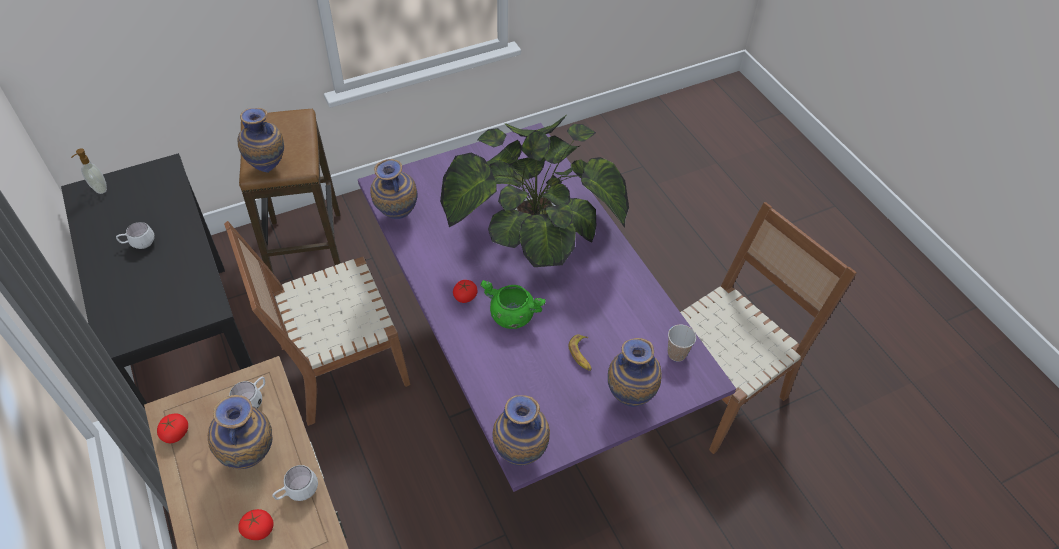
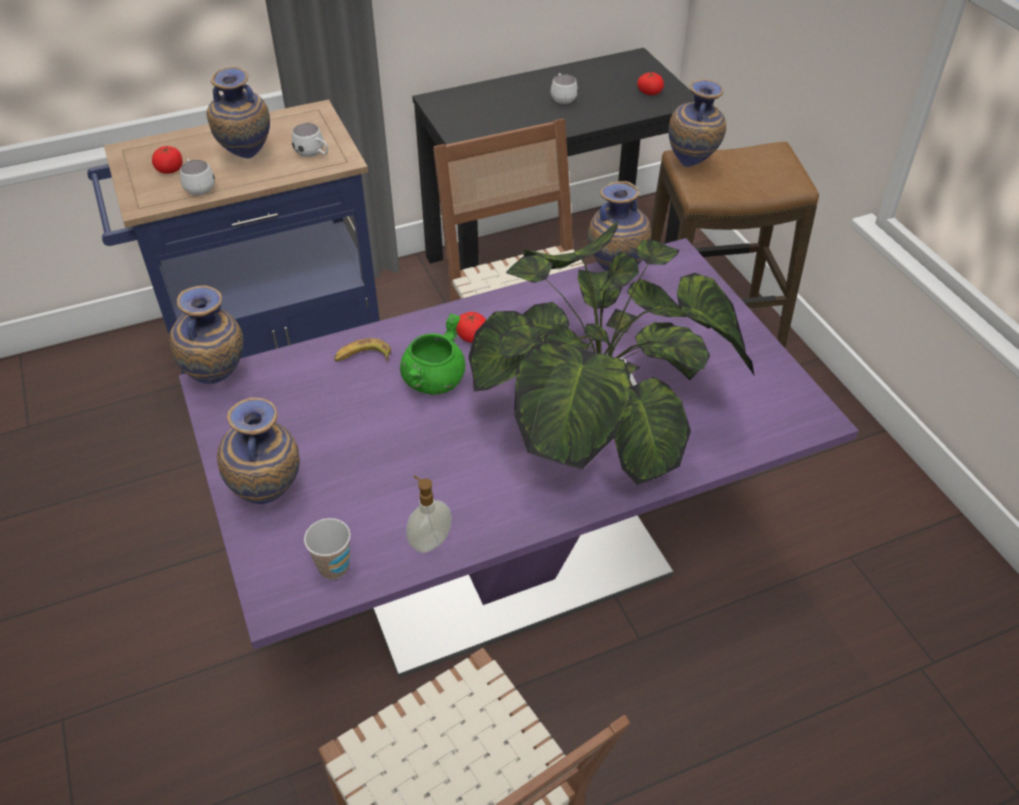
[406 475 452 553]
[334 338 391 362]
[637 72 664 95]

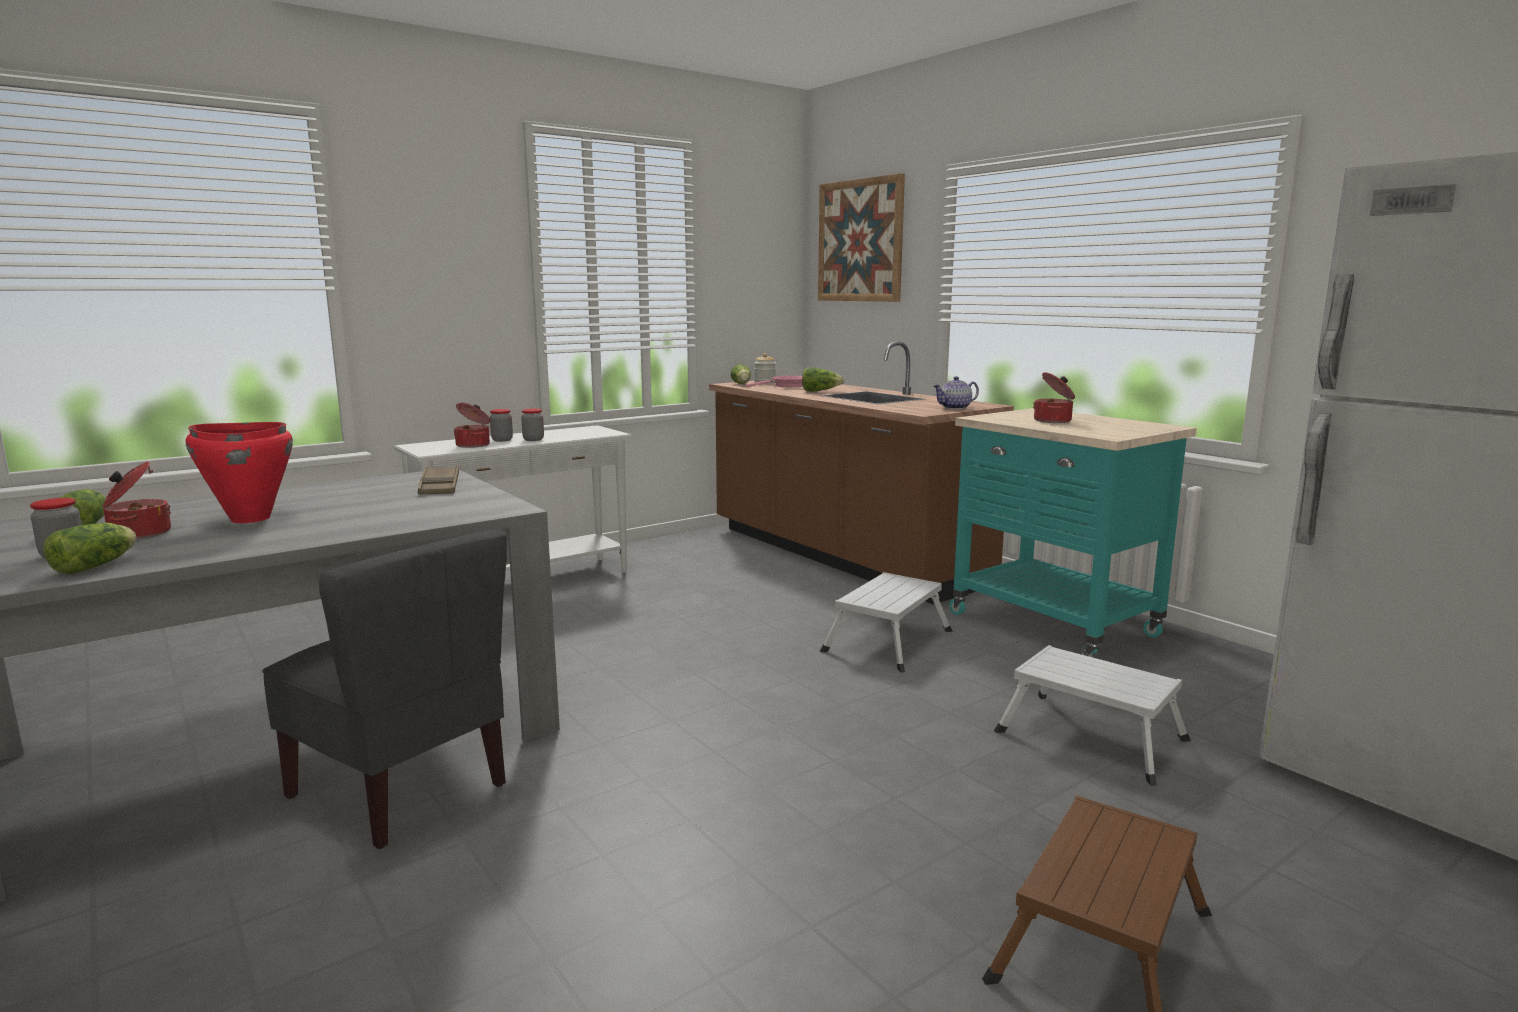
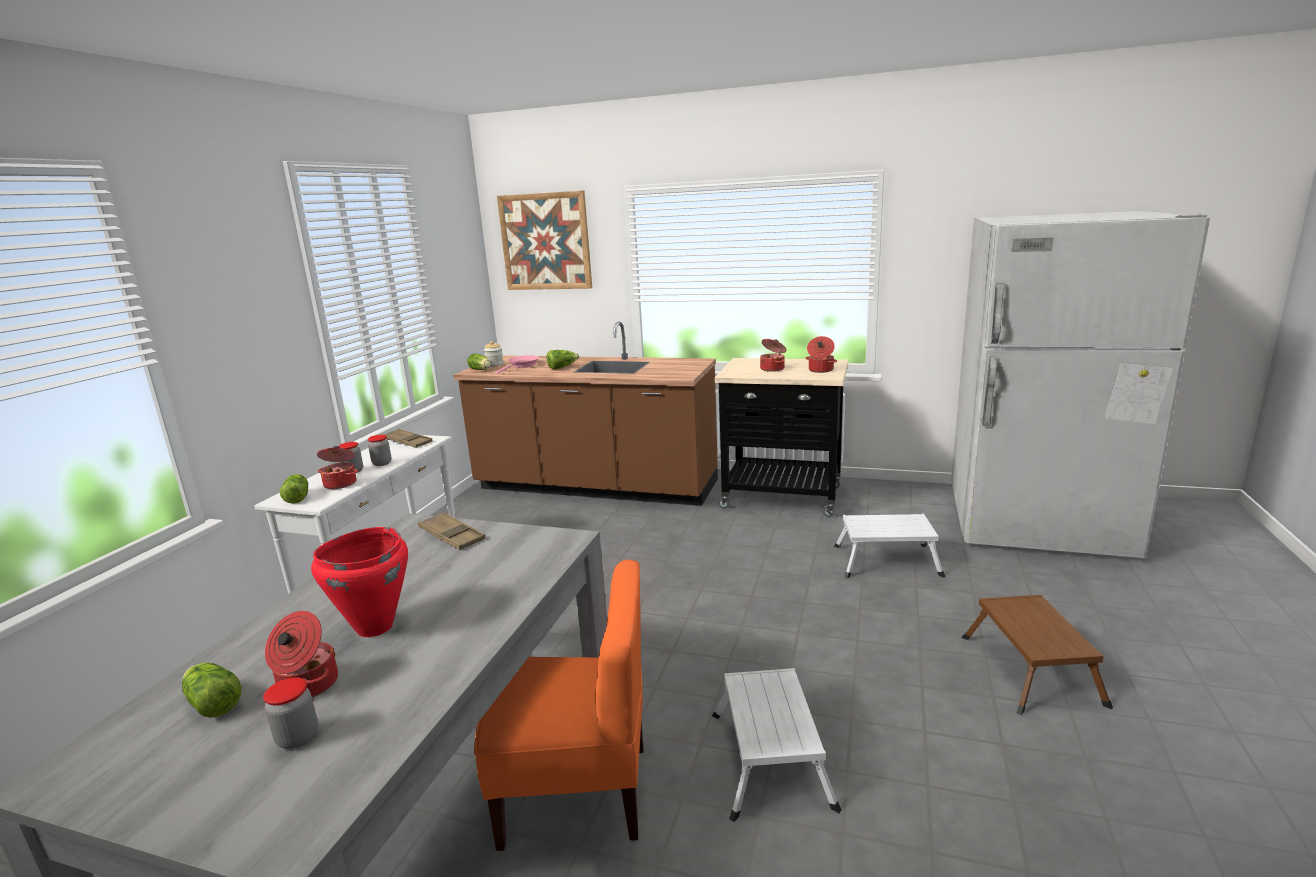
[933 376 979 409] (first image)
[715 358 848 517]
[280 474 308 504]
[474 560 643 851]
[712 668 841 822]
[806 336 837 373]
[382 429 432 448]

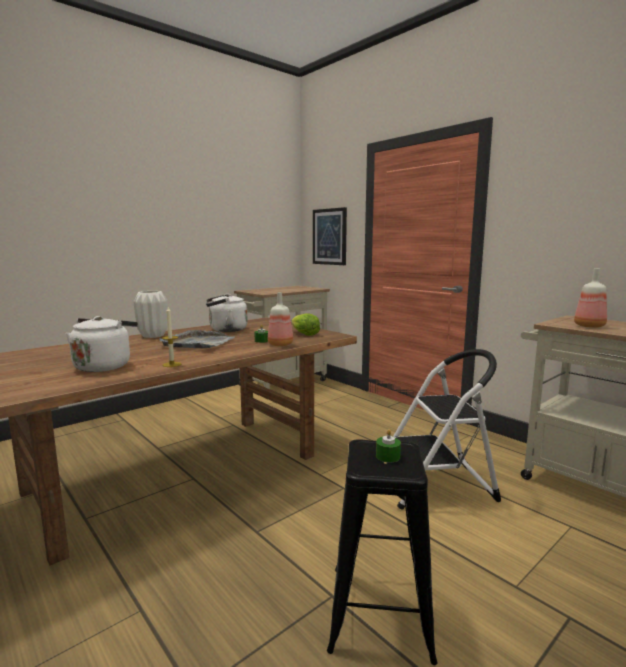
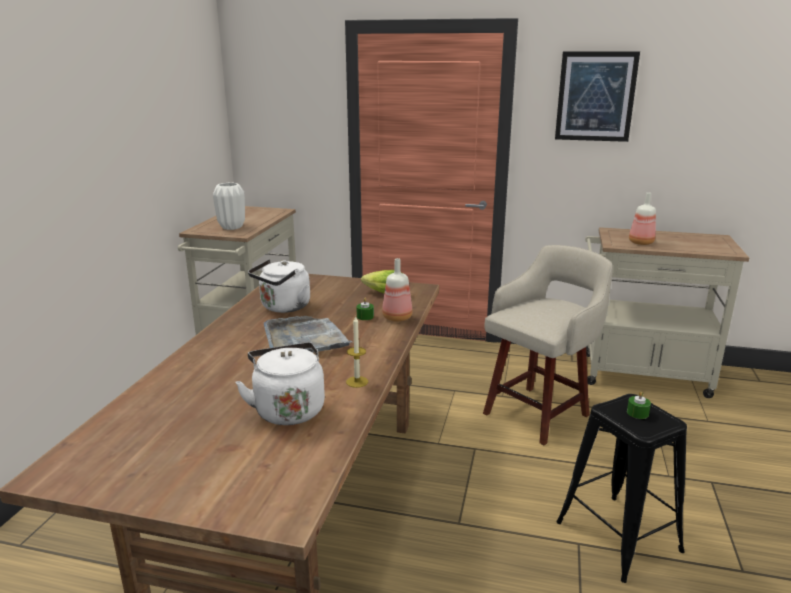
[555 51 640 142]
[213 183 245 230]
[483 245 613 445]

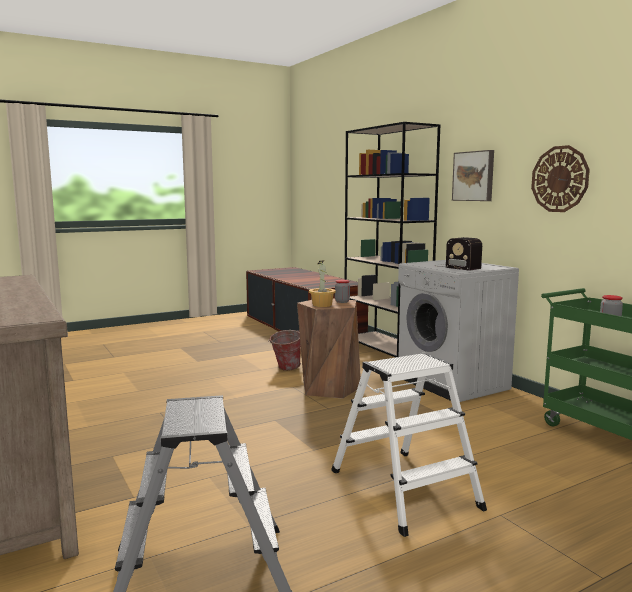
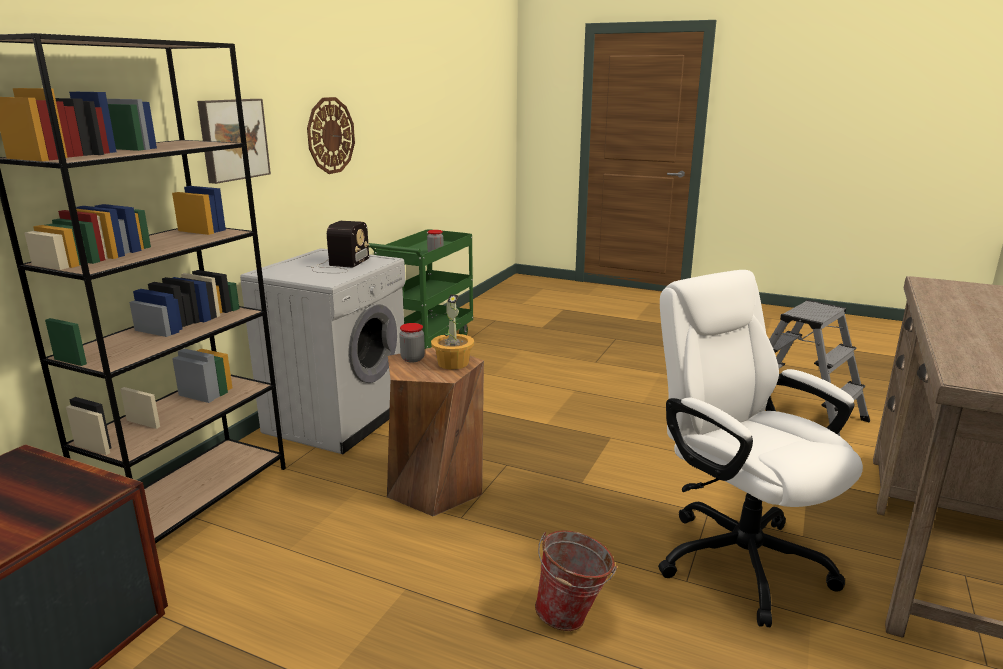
[535 530 617 631]
[331 353 487 537] (first image)
[658 270 863 627]

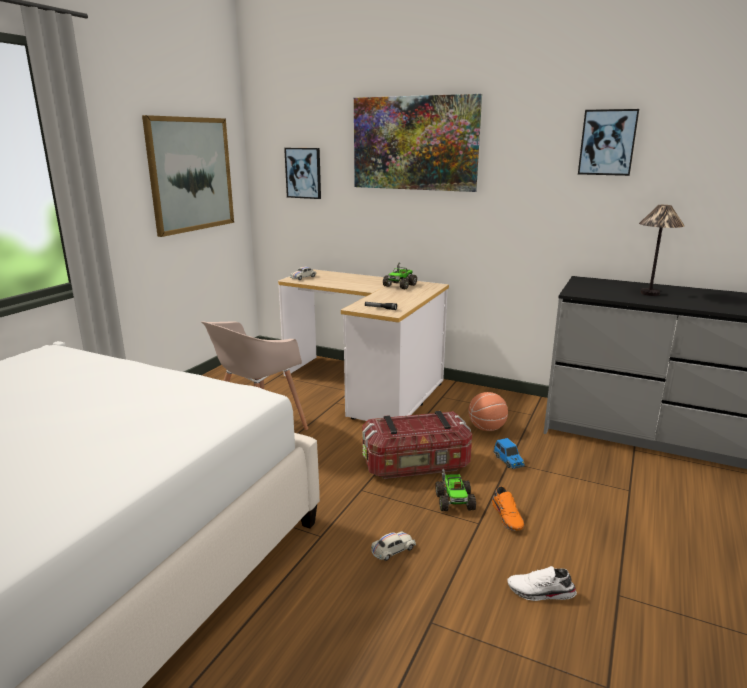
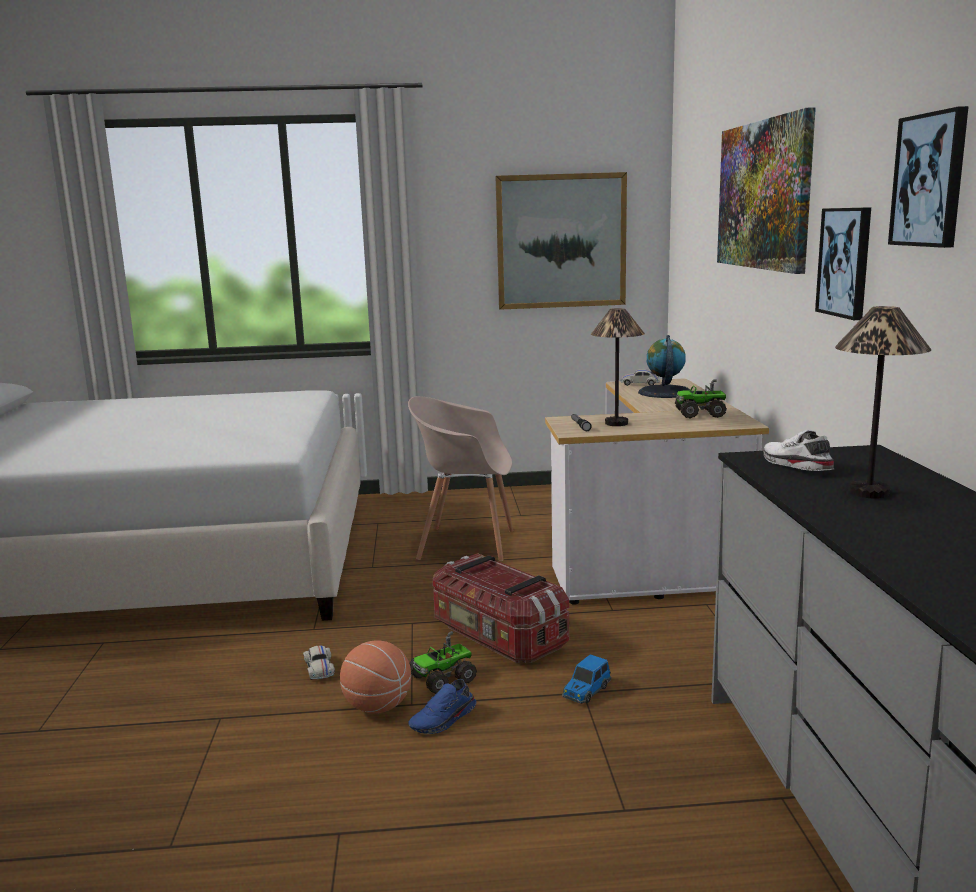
[815 207 871 320]
[340 641 411 713]
[408 679 476 734]
[303 646 335 680]
[764 430 834 471]
[591 308 645 426]
[638 335 692 398]

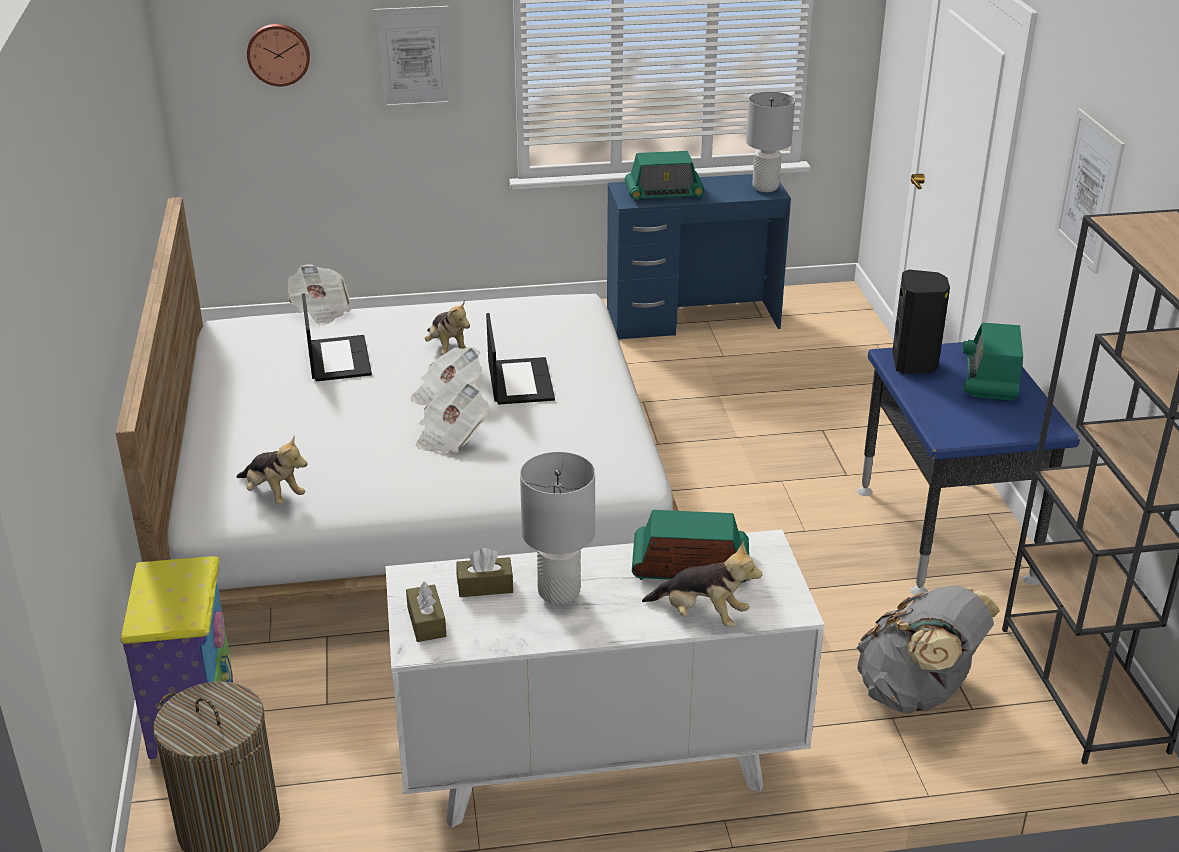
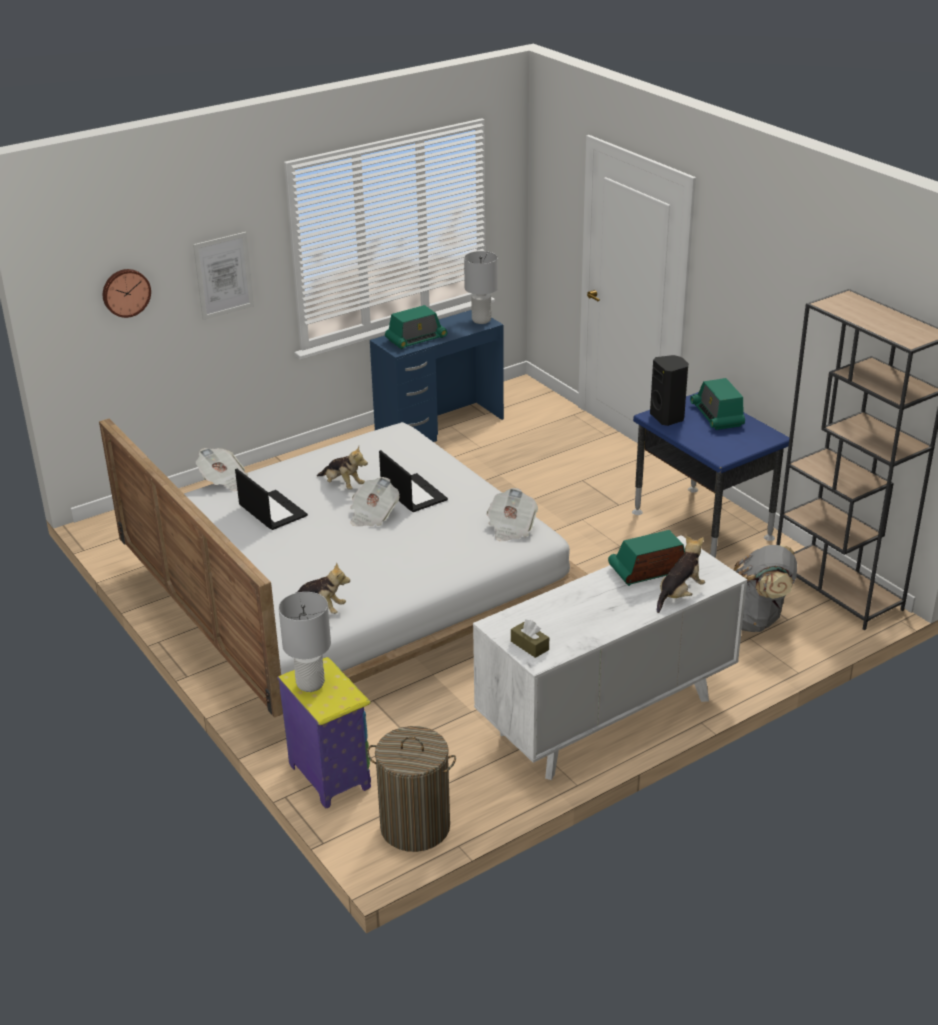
[1054 108 1125 274] (first image)
[487 488 538 541]
[278 592 331 692]
[657 535 705 613]
[456 548 513 597] (first image)

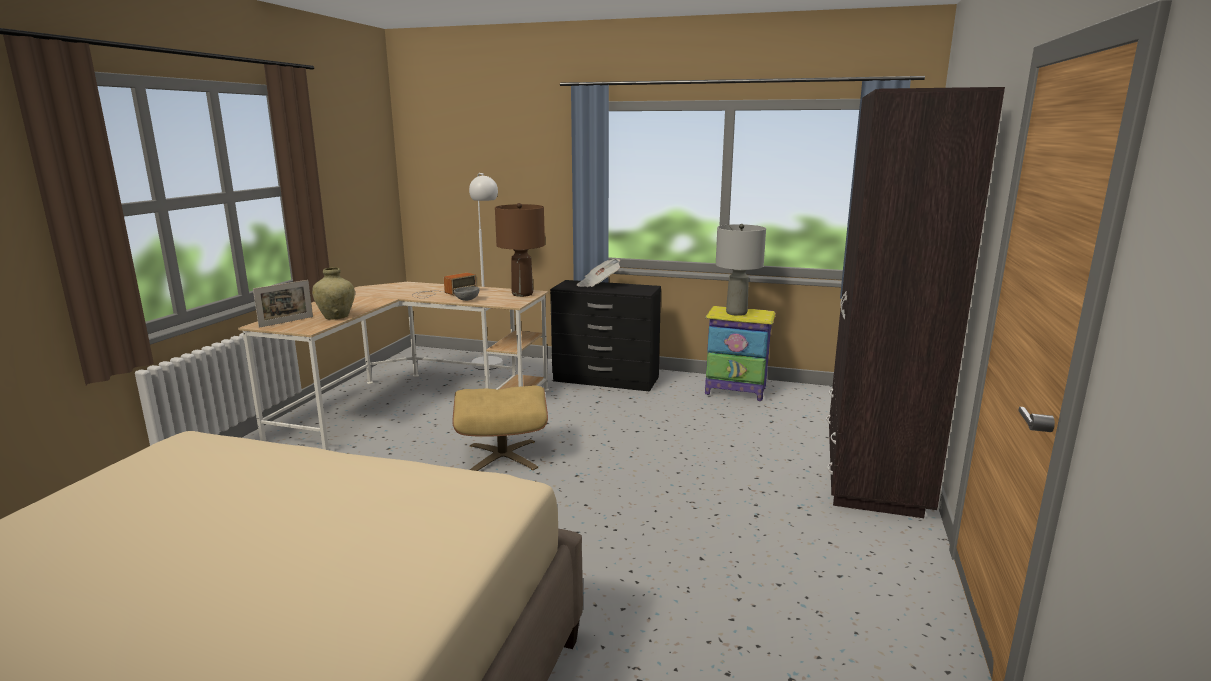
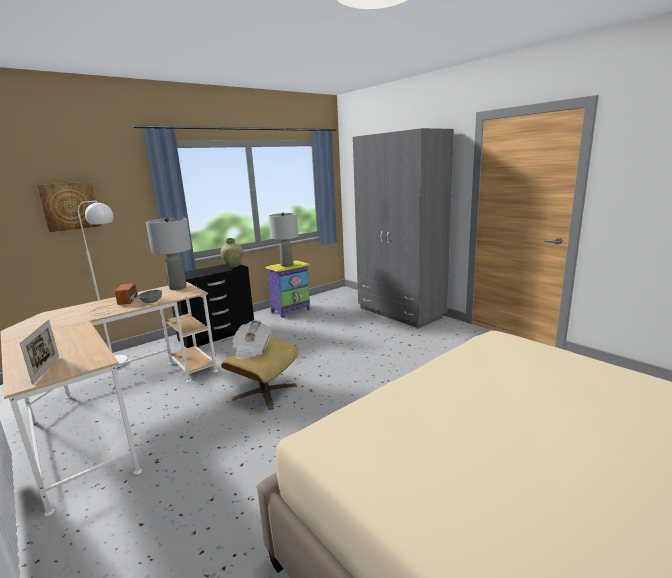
[353 128 454 329]
[146 217 191 290]
[232 320 272 359]
[220 238 243 268]
[37 182 101 232]

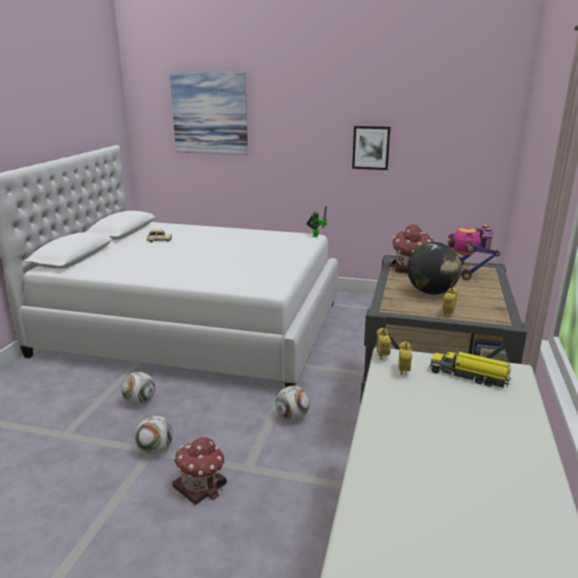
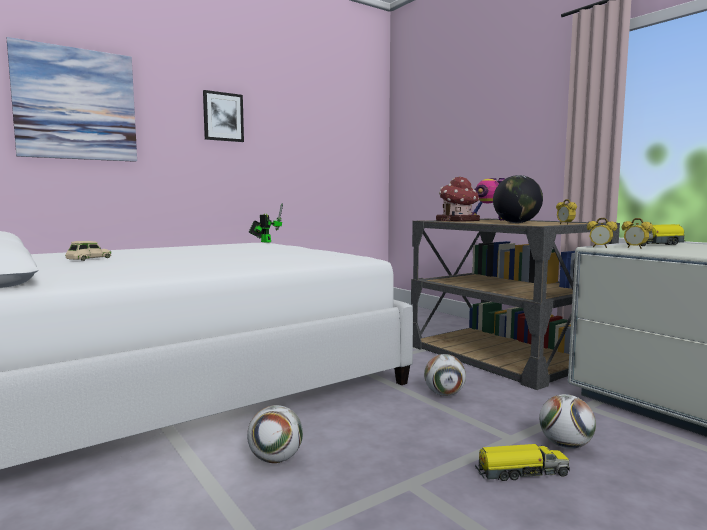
[203 90 244 142]
[539 394 596 449]
[475 444 570 481]

